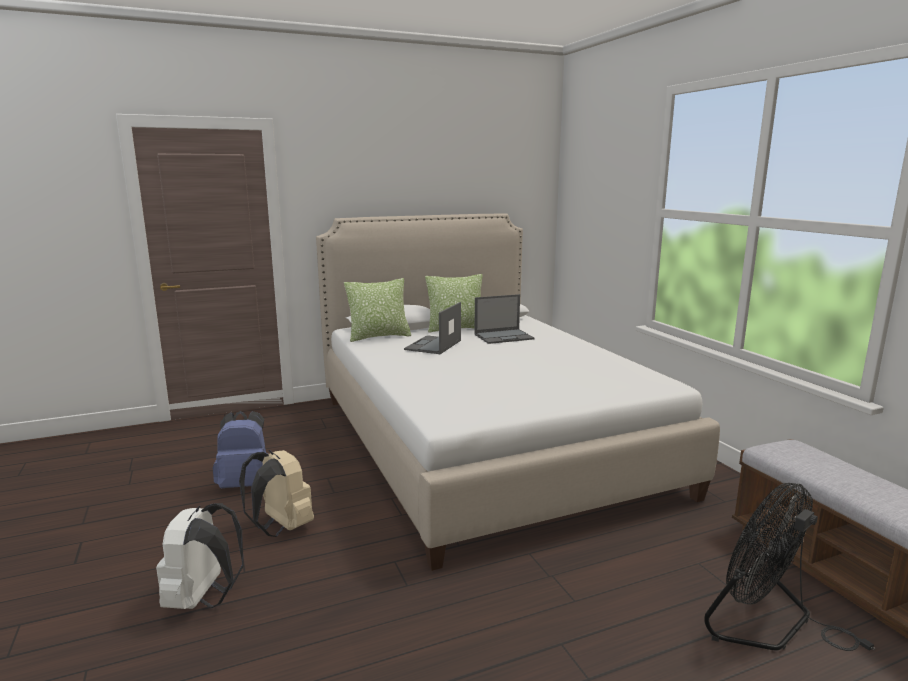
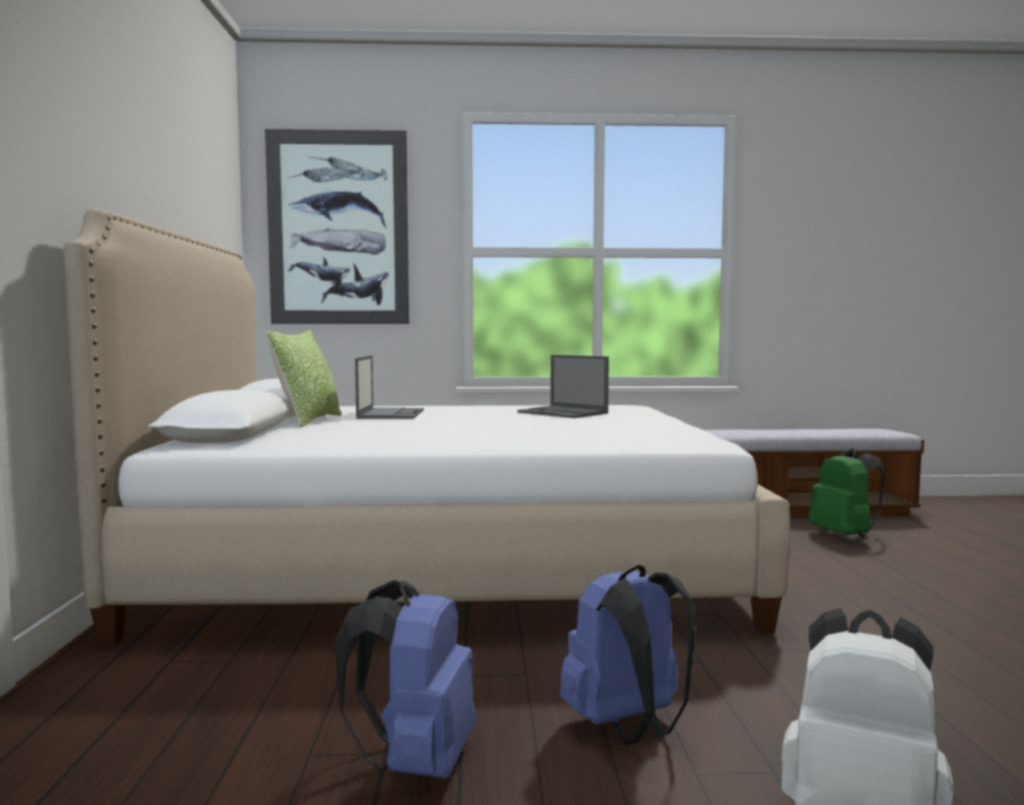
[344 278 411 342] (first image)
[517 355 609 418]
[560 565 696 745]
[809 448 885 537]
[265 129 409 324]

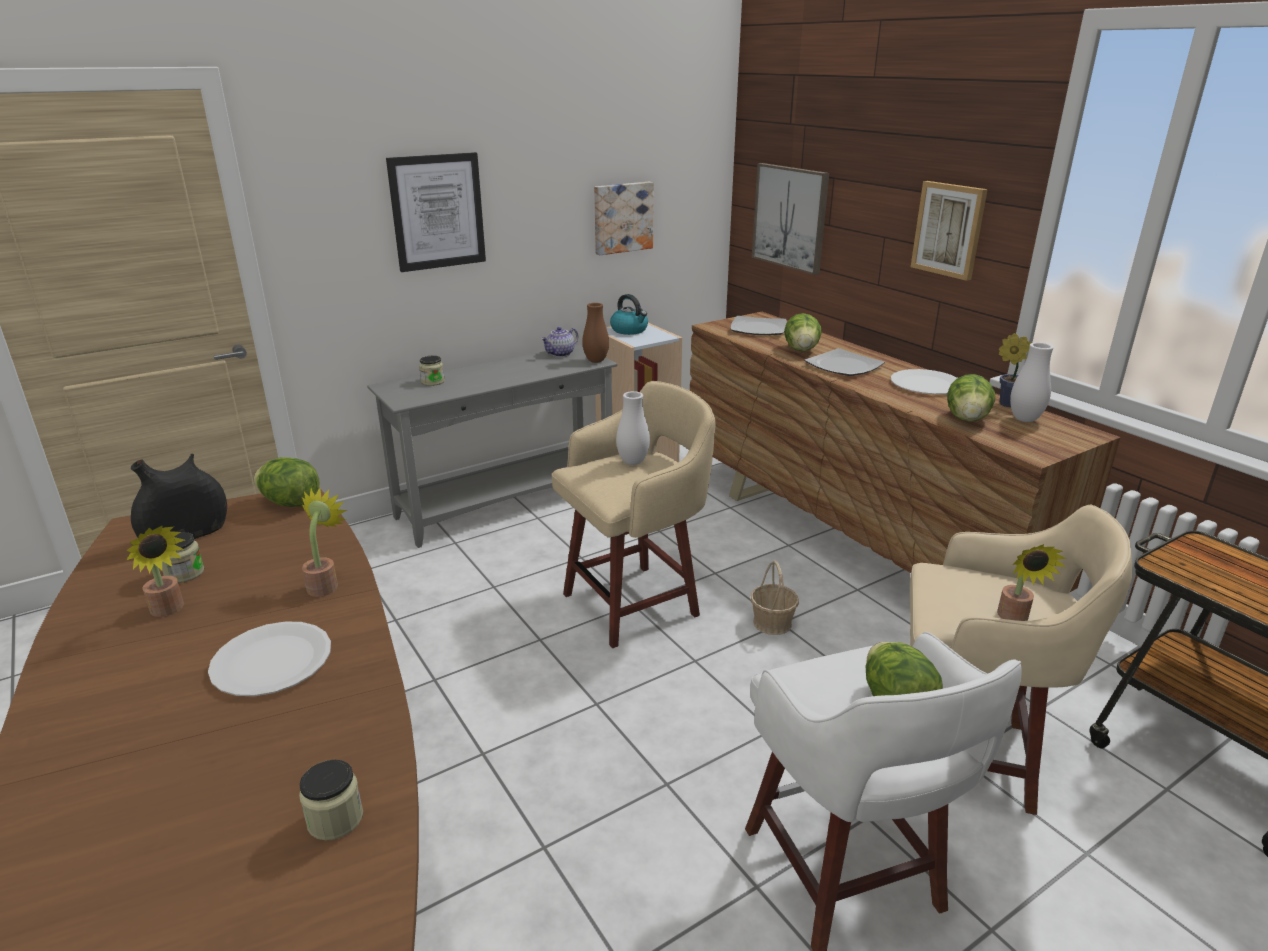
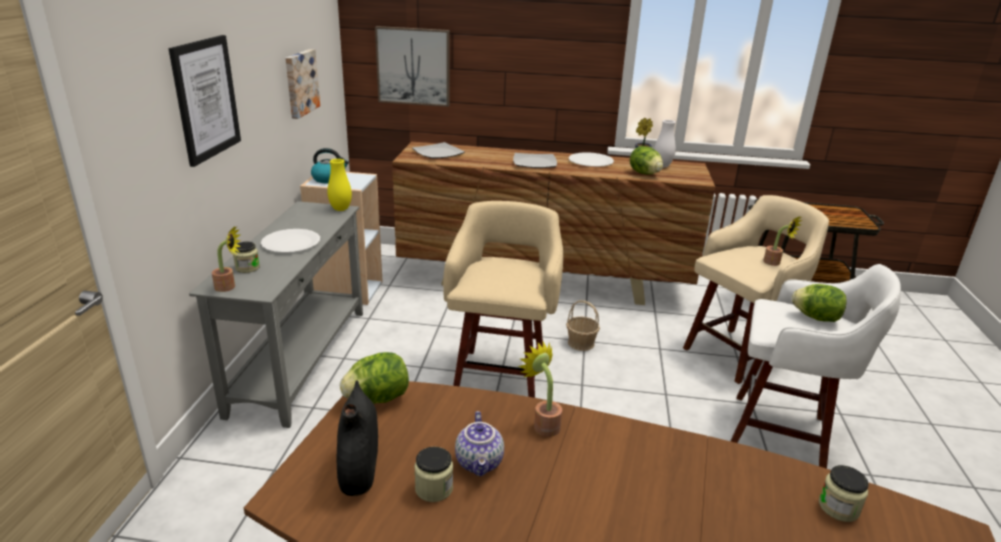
[911 181 988 281] (first image)
[327 159 352 211]
[784 313 822 351] (first image)
[455 411 504 476]
[616 391 650 465] (first image)
[212 226 241 292]
[261 229 320 253]

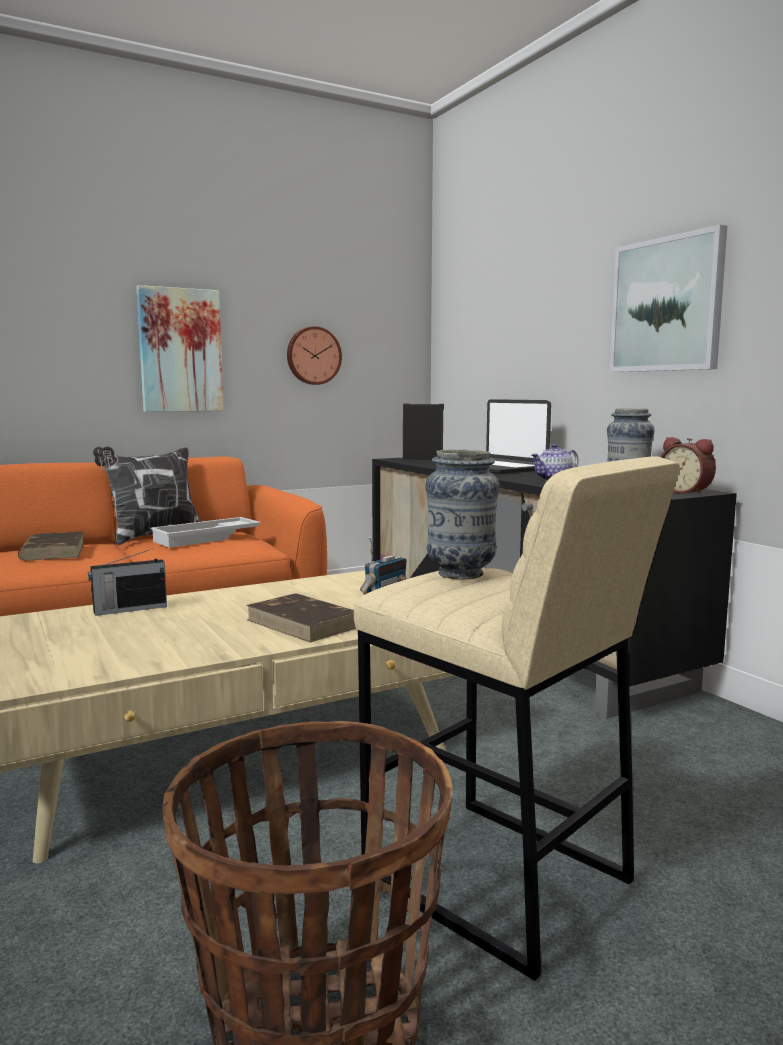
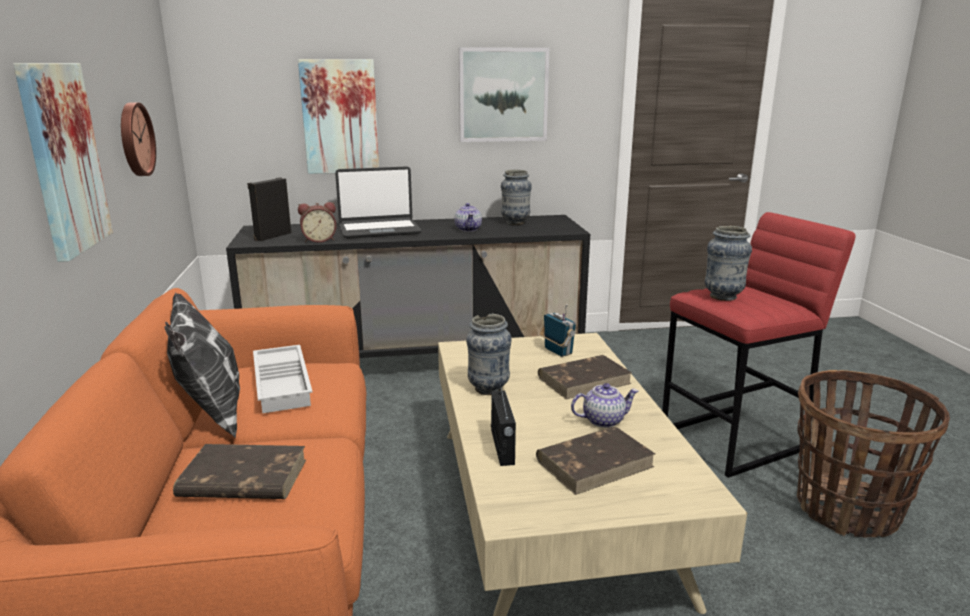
[298 202 336 243]
[662 212 855 478]
[298 59 379 174]
[466 314 512 395]
[571 383 639 428]
[536 426 655 495]

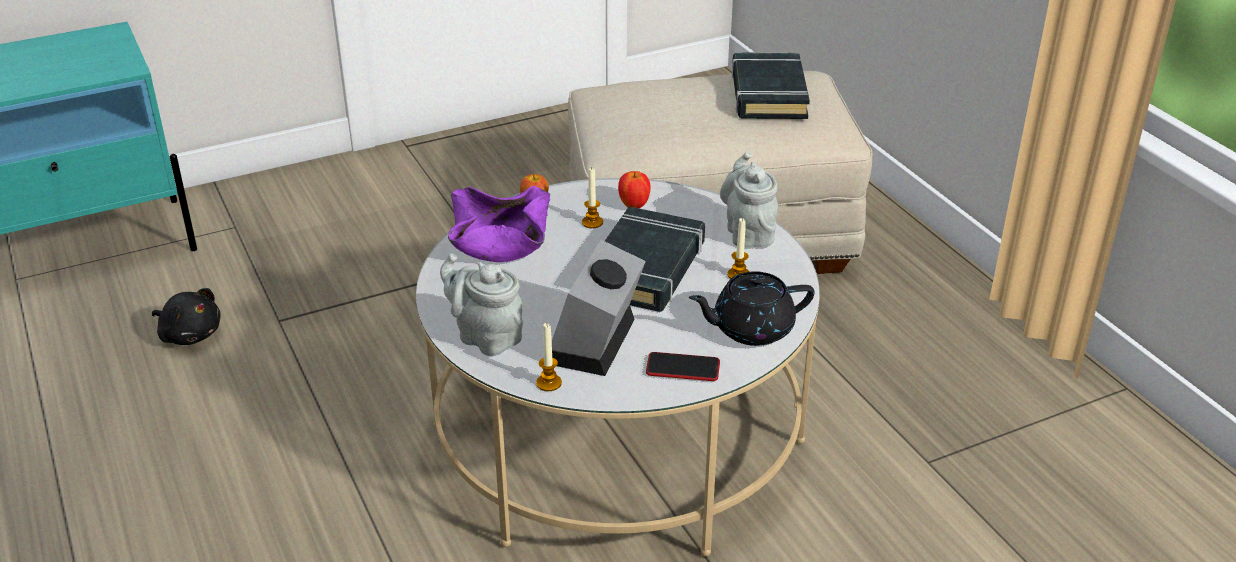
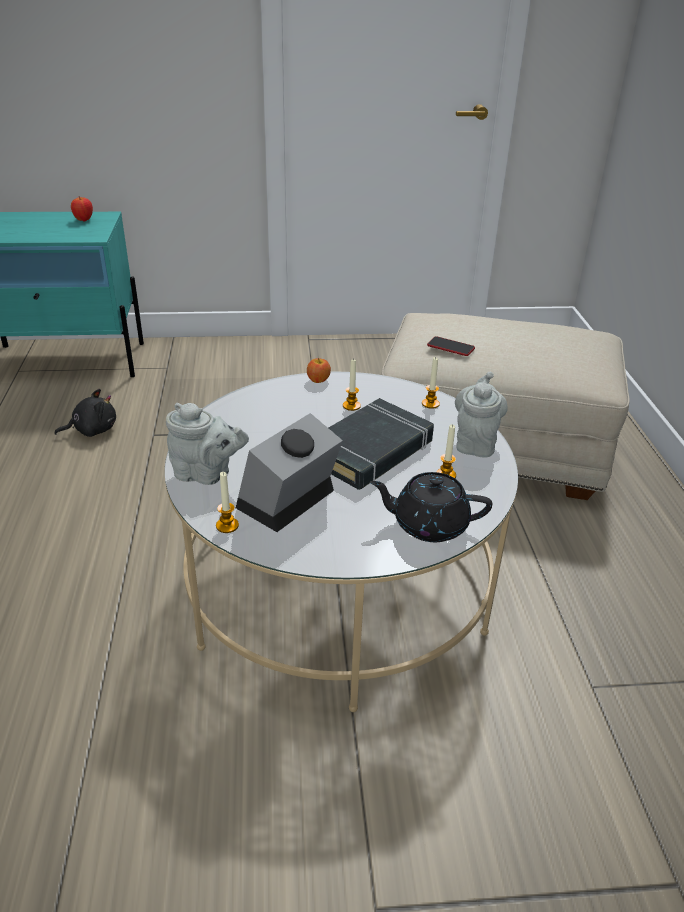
[732 53 810 119] (first image)
[71 196 93 221]
[448 186 550 262] (first image)
[166 403 249 485]
[54 389 116 437]
[427 336 475 356]
[422 357 440 409]

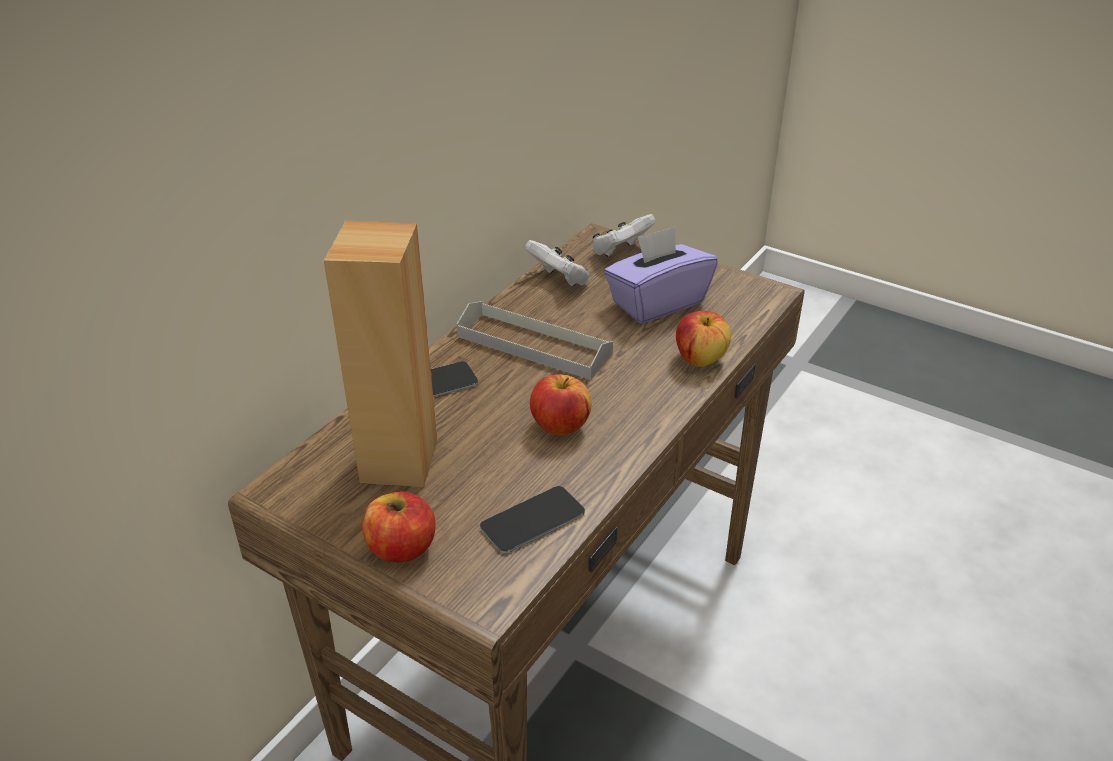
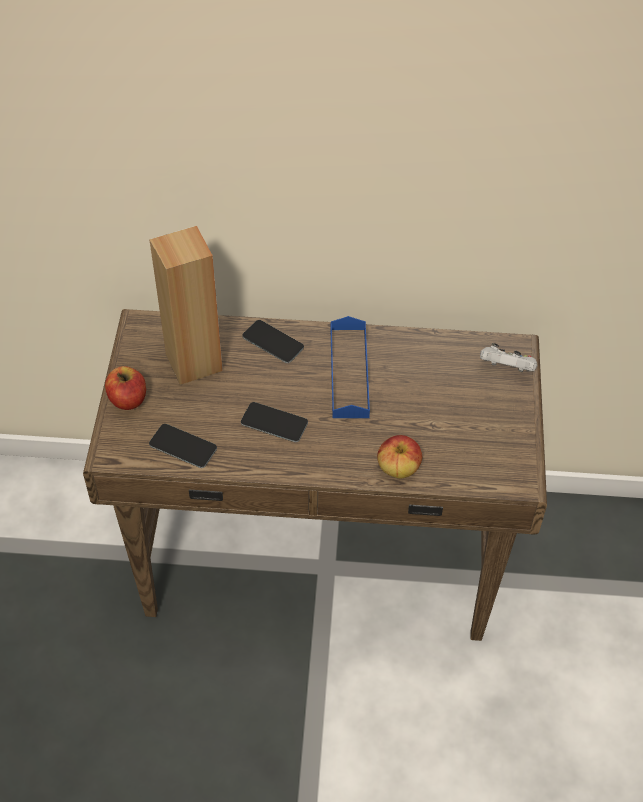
[604 226 718 323] (first image)
[525 240 590 286] (first image)
[330 316 370 418]
[241 402 308 442]

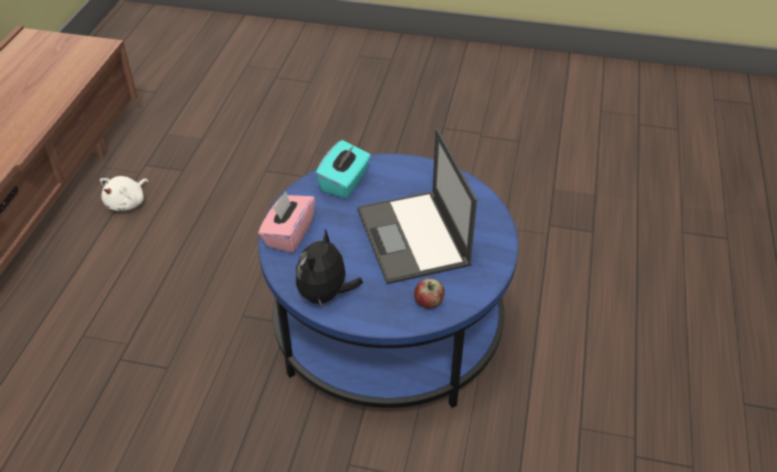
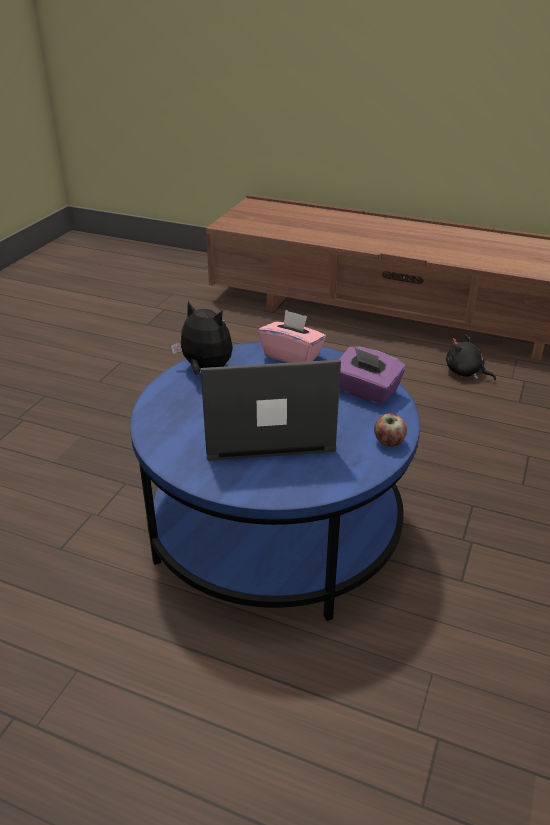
[339 347 406 405]
[446 334 496 380]
[374 413 407 446]

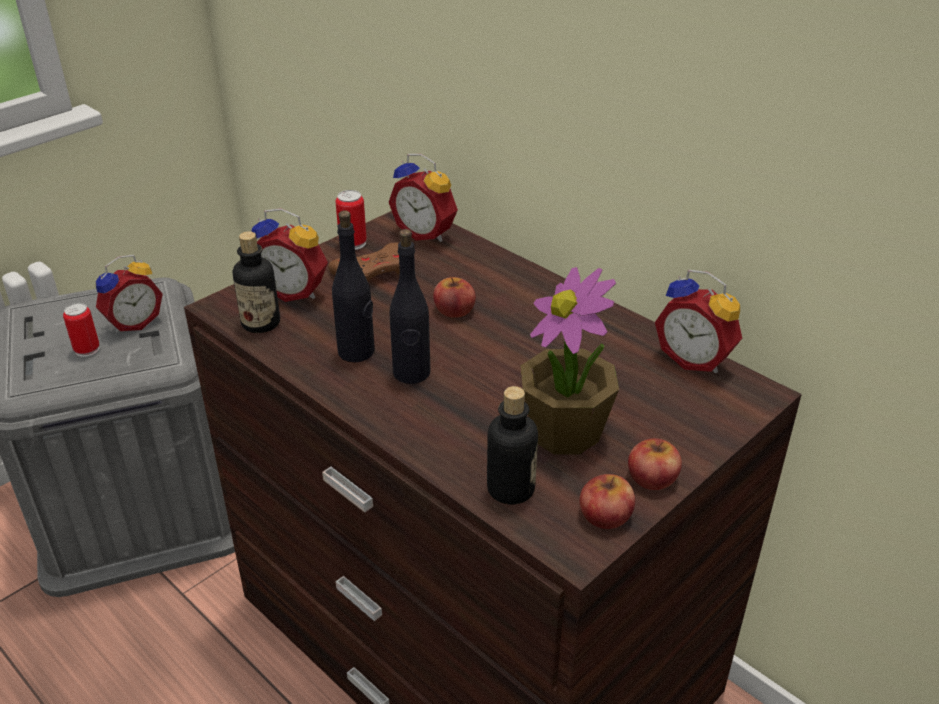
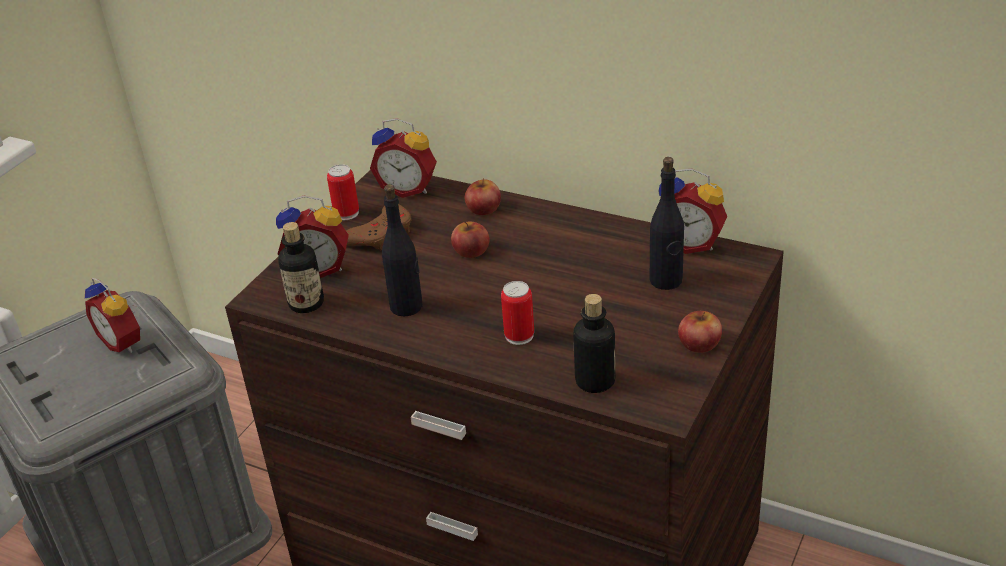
[650 157 684 290]
[85 278 140 353]
[521 267 619 454] (first image)
[501 281 534 345]
[465 178 501 215]

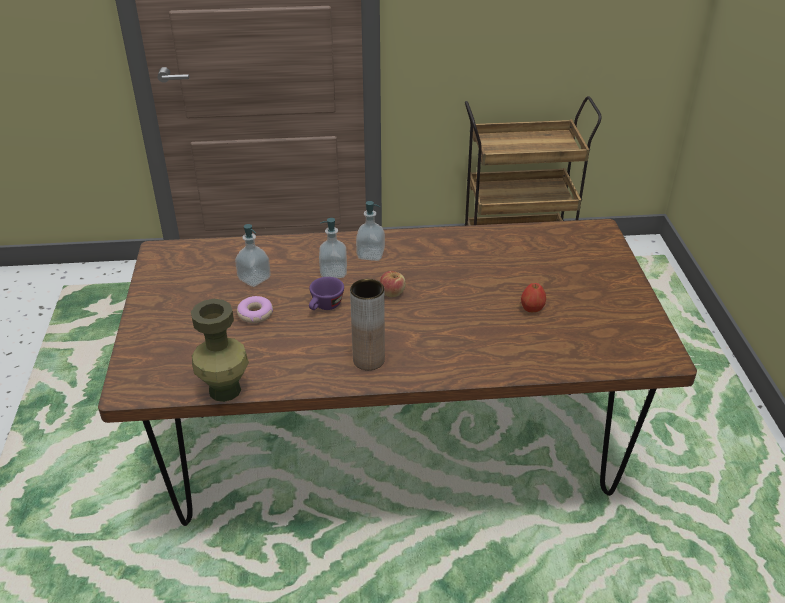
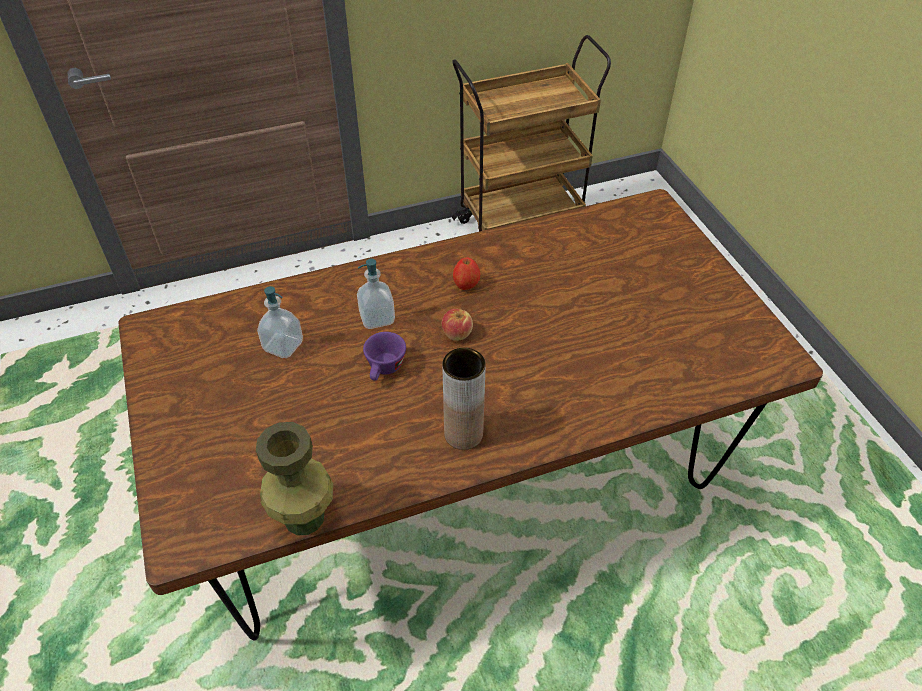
[356 201 385 261] (first image)
[453 257 480 290]
[237 296 273 323] (first image)

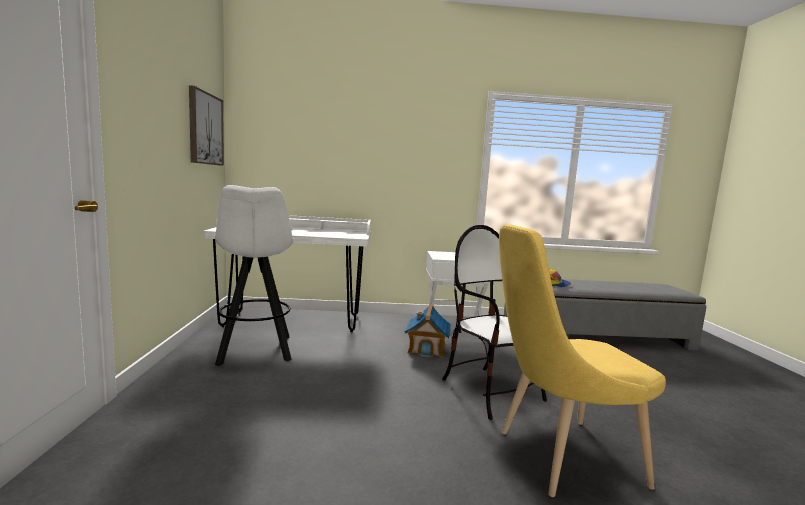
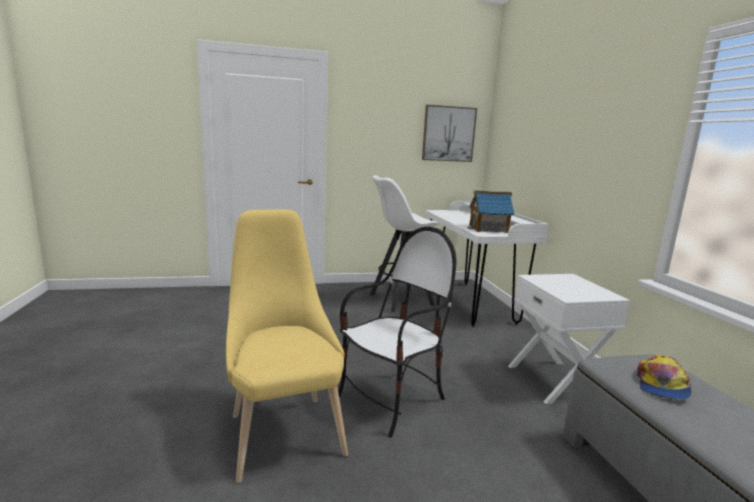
[467 190 515 233]

